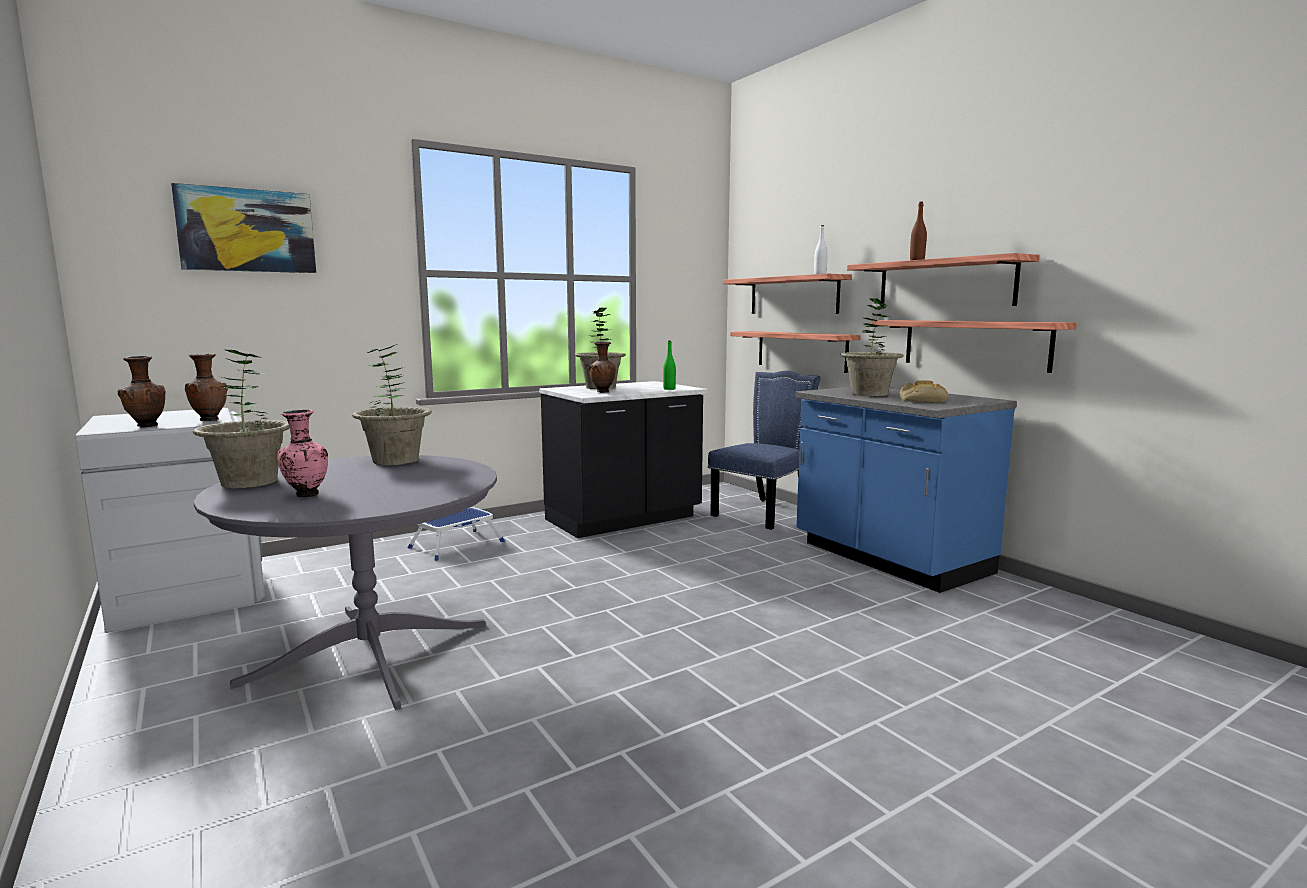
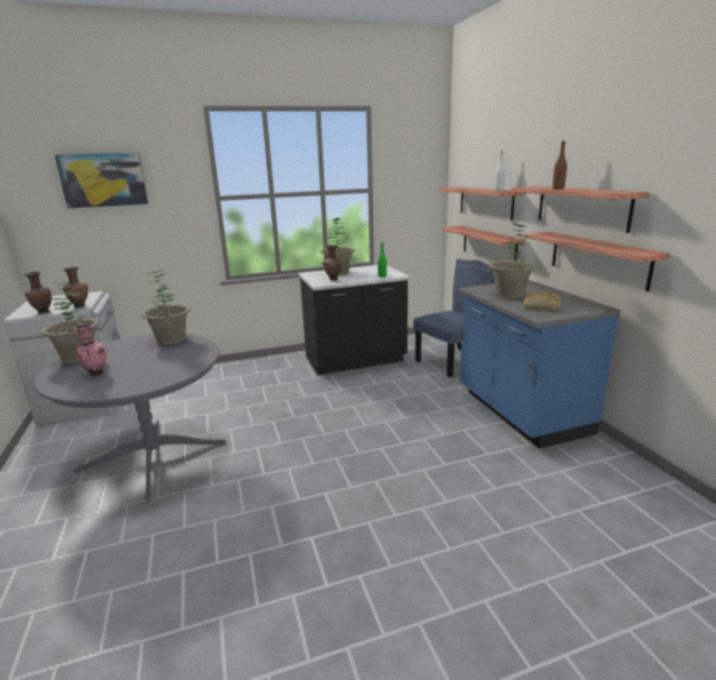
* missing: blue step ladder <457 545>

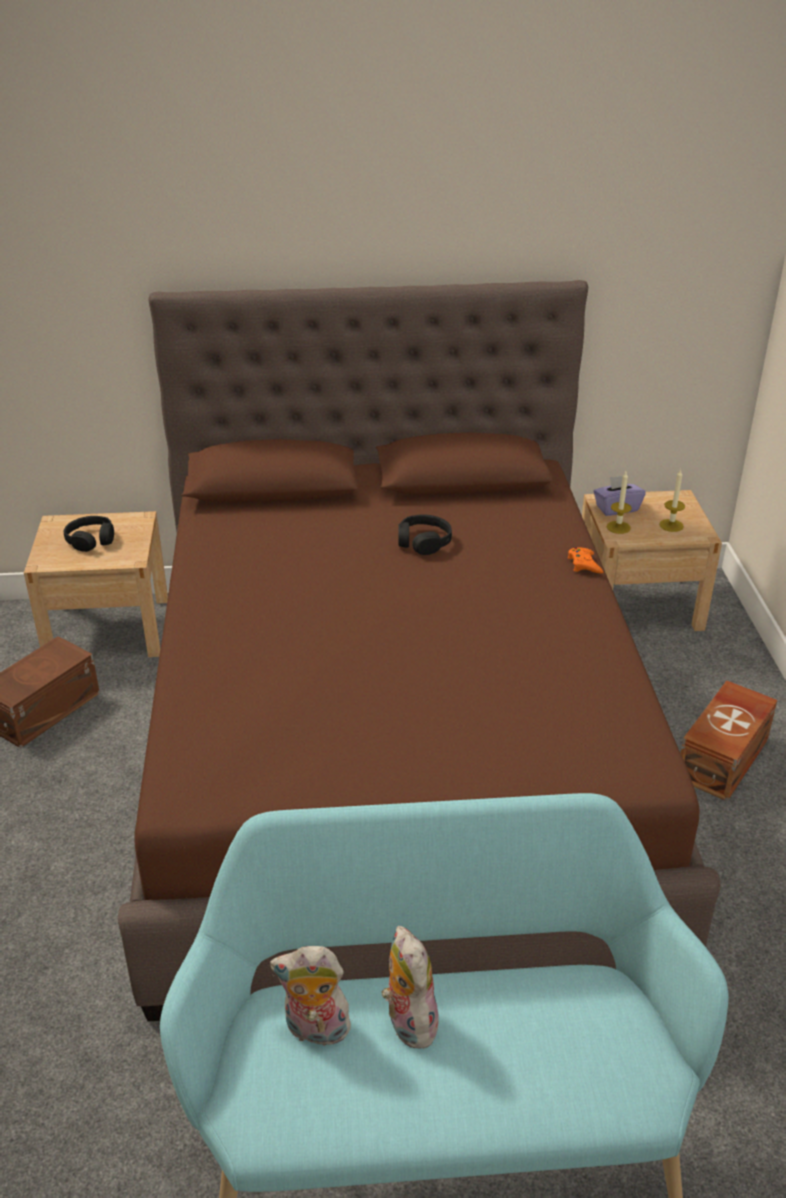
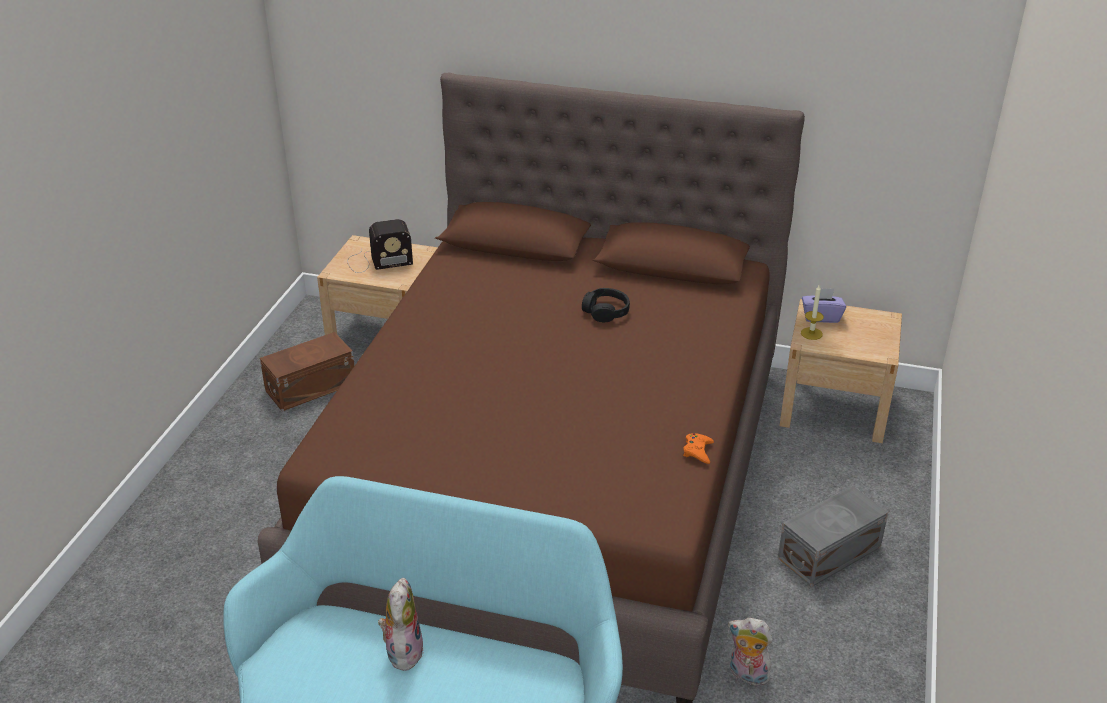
* missing: wax light <671 525>
* relocated: soft toy <315 1030> to <746 675>
* relocated: orangey gamepad <584 564> to <698 451>
* exchanged: blackish headset <91 540> to radio receiver <377 261>
* colour: brownish storage box <724 758> to greyish storage box <831 553>

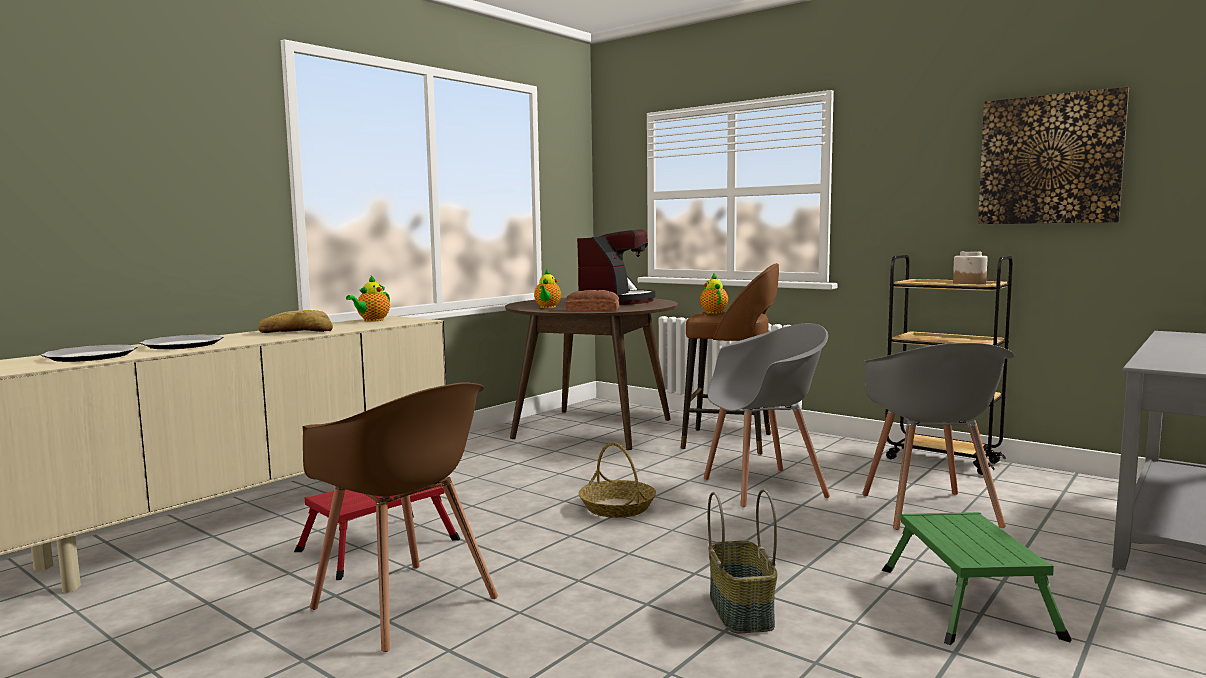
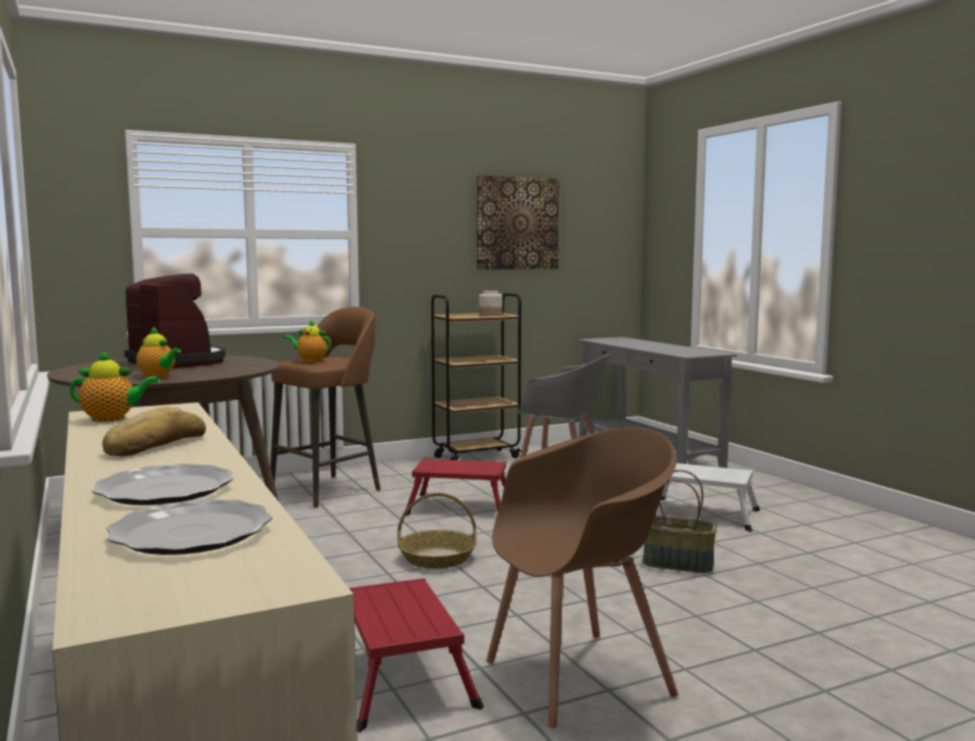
* missing: baked bread <592 309>
* exchanged: greyish plain chair <765 488> to red step ladder <461 507>
* colour: green step ladder <968 602> to white step ladder <703 514>
* spun: teapot <372 320> = <112 419> 60 degrees counterclockwise

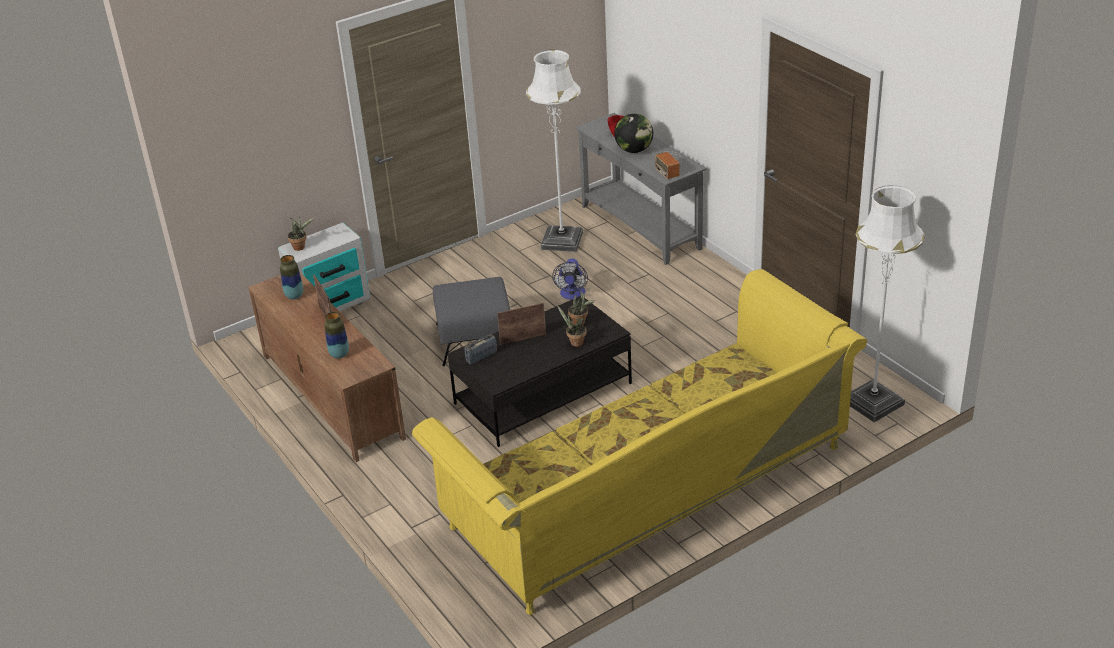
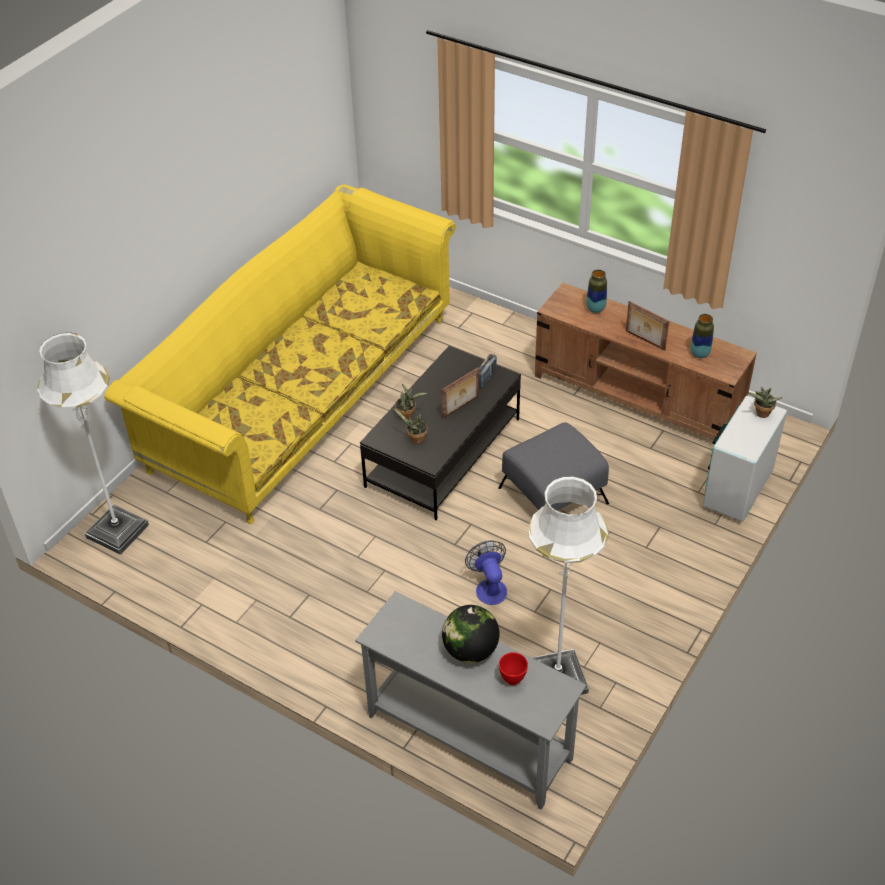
* missing: radio receiver <669 164>

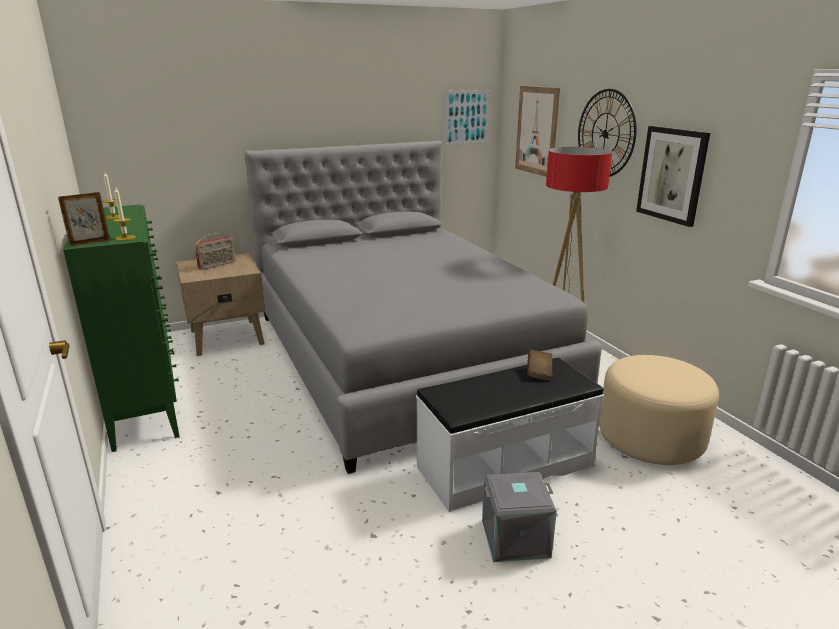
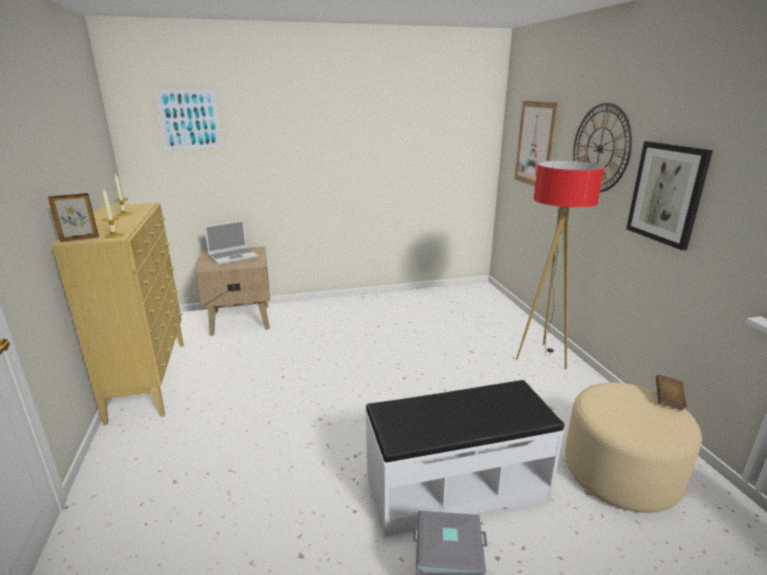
* missing: greyish bed <403 356>
* relocated: picture <466 117> to <189 120>
* relocated: brownish book <539 373> to <668 400>
* exchanged: radio receiver <217 265> to notebook computer <233 257>
* colour: green chest of drawers <146 403> to sand-coloured chest of drawers <151 379>

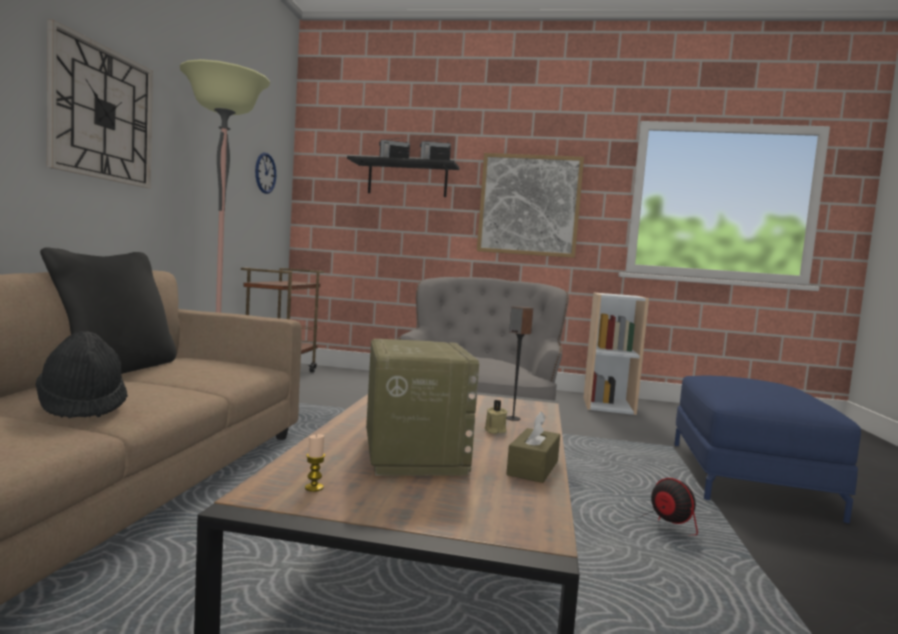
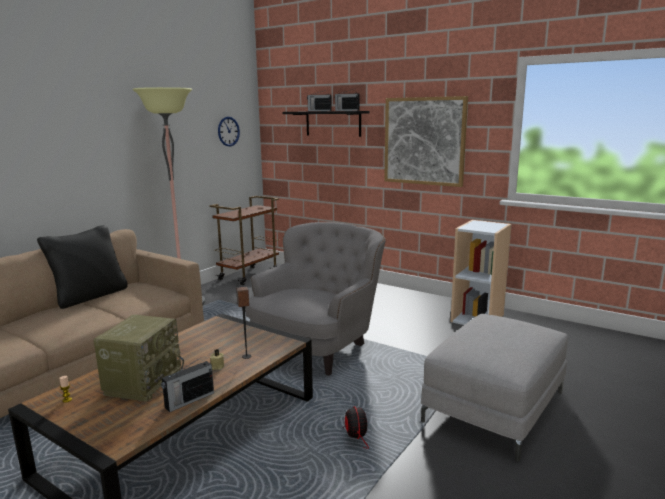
* missing: blackish hat <82 406>
* missing: hanging clock <102 114>
* exchanged: brownish tissue holder <533 468> to radio receiver <189 400>
* colour: blue pouffe <749 478> to greyish pouffe <495 407>

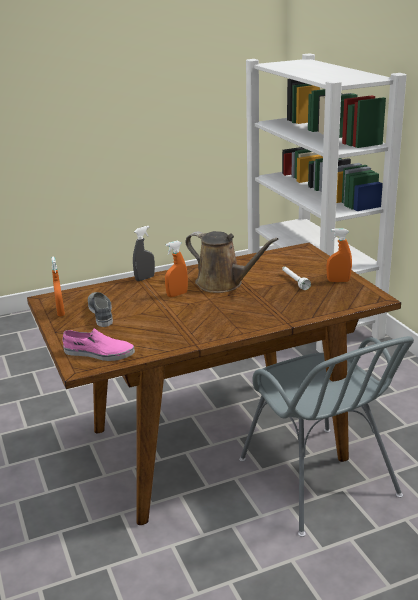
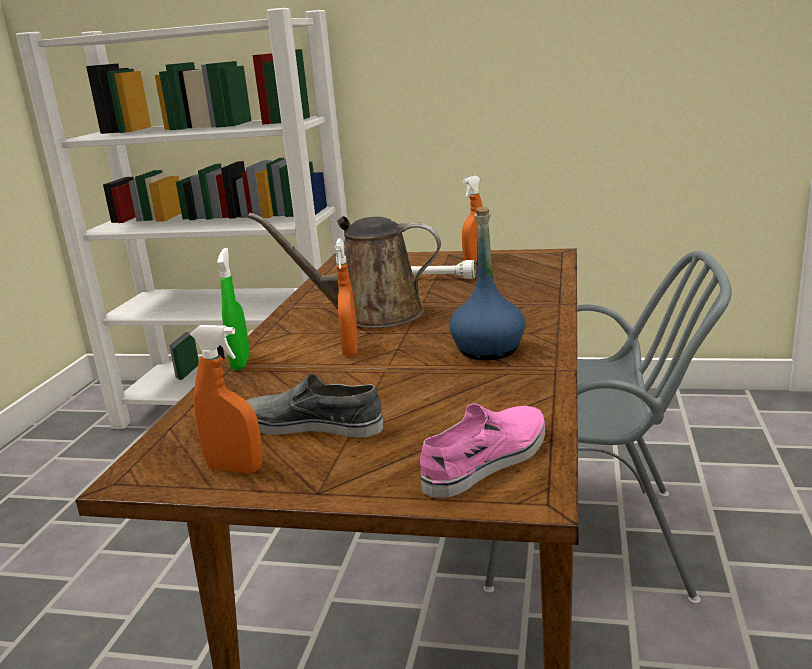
* appeared: blue drink bottle <488 350>
* colour: greyish sprayer <145 278> to green sprayer <240 362>
* spun: brownish watering can <223 284> = <370 315> 150 degrees counterclockwise

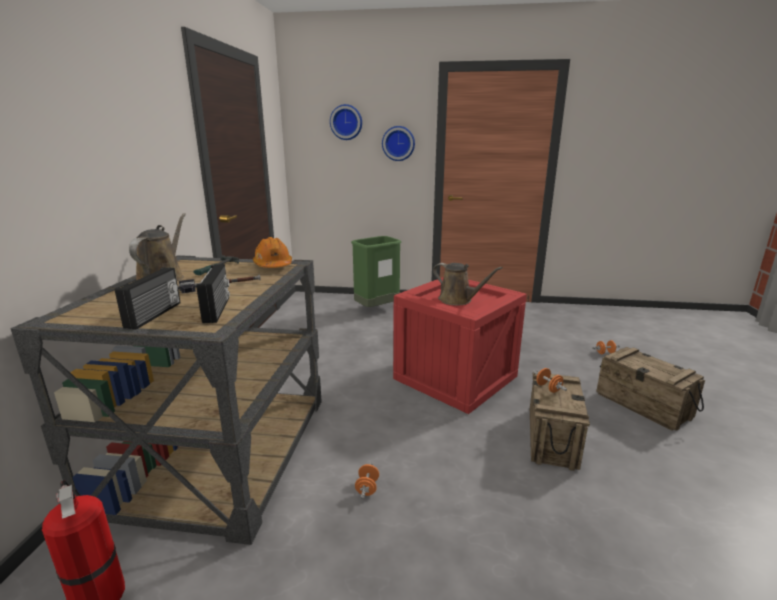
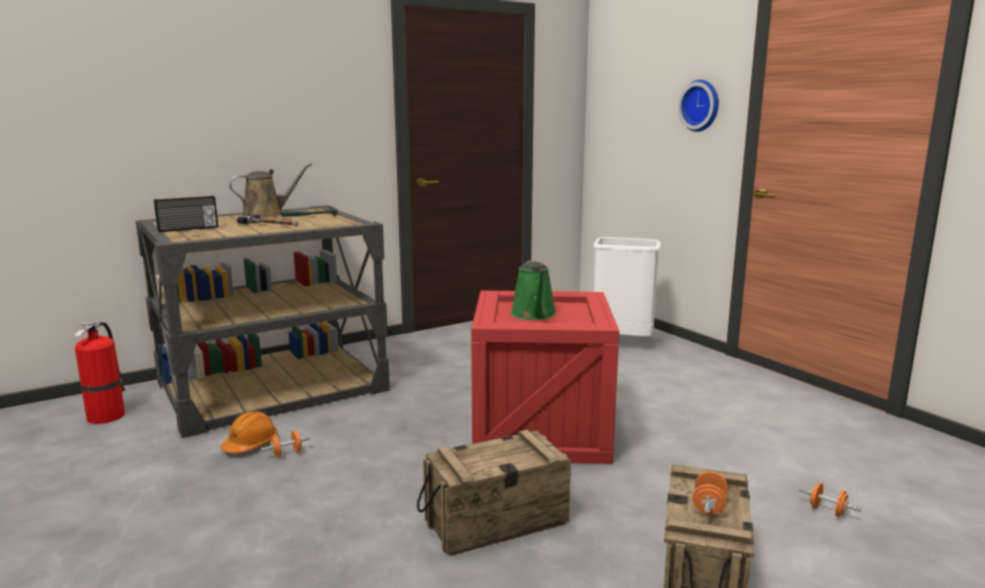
* missing: radio receiver <218 309>
* missing: hanging clock <346 122>
* relocated: orangey work helmet <273 265> to <251 444>
* relocated: orangey dumbbell <548 388> to <709 507>
* colour: green rubbish bin <377 309> to white rubbish bin <622 343>
* colour: brownish watering can <458 300> to green watering can <534 315>

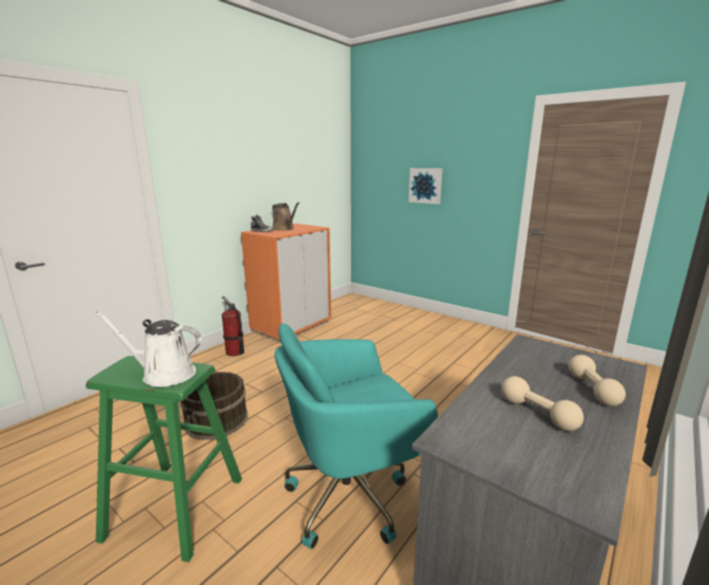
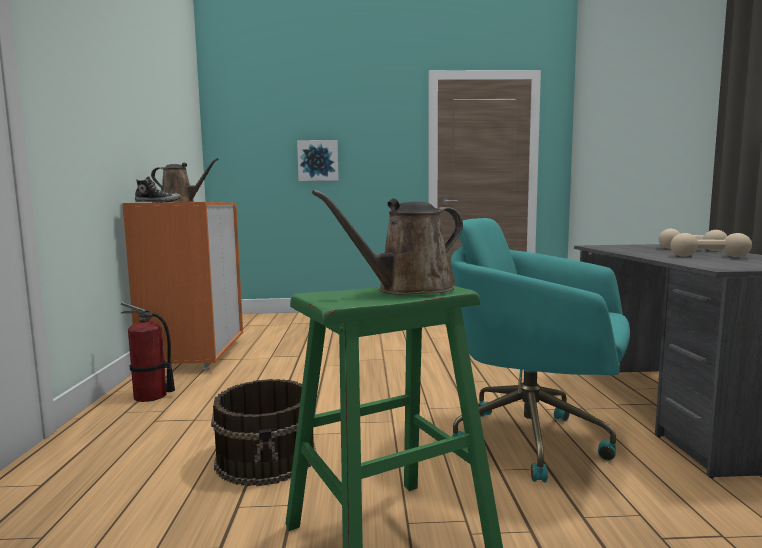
* colour: white watering can <164 374> to brownish watering can <408 290>
* spun: turquoise office chair <352 497> = <536 443> 90 degrees clockwise

